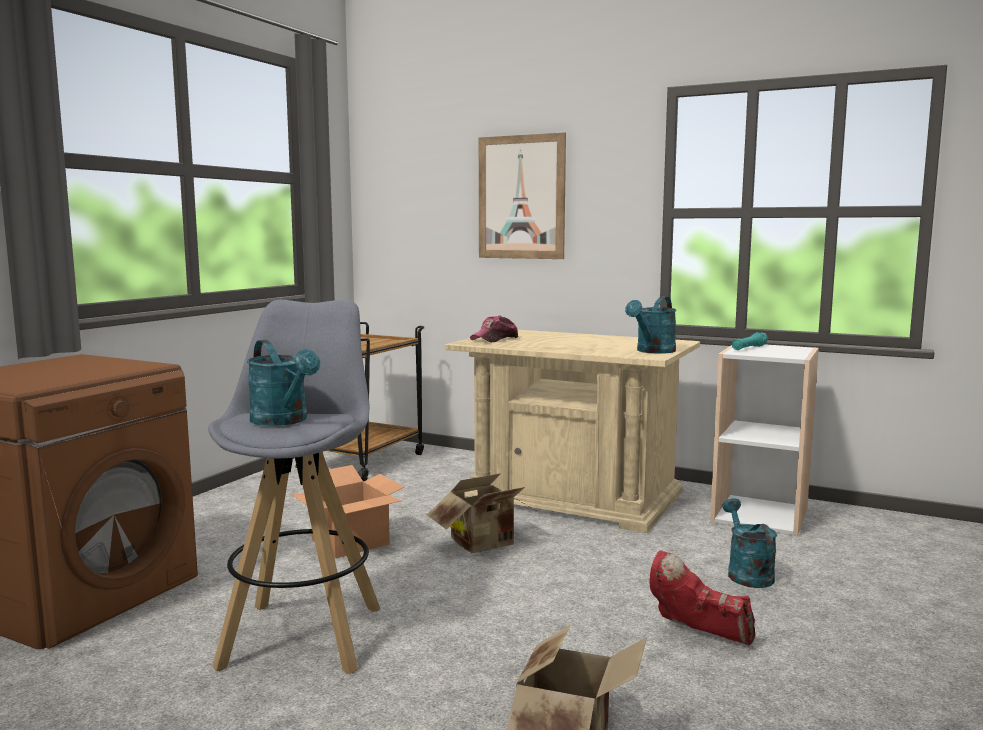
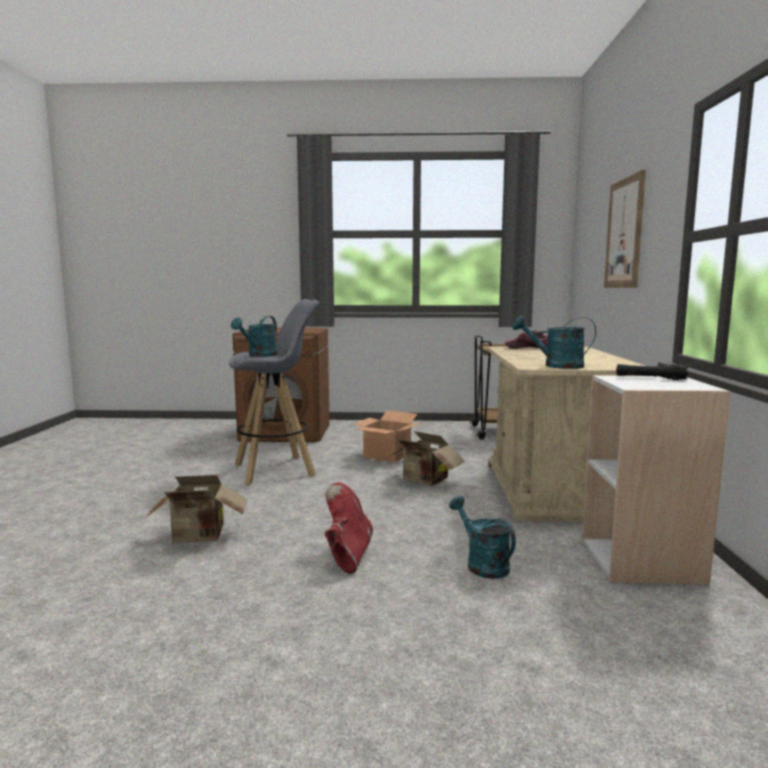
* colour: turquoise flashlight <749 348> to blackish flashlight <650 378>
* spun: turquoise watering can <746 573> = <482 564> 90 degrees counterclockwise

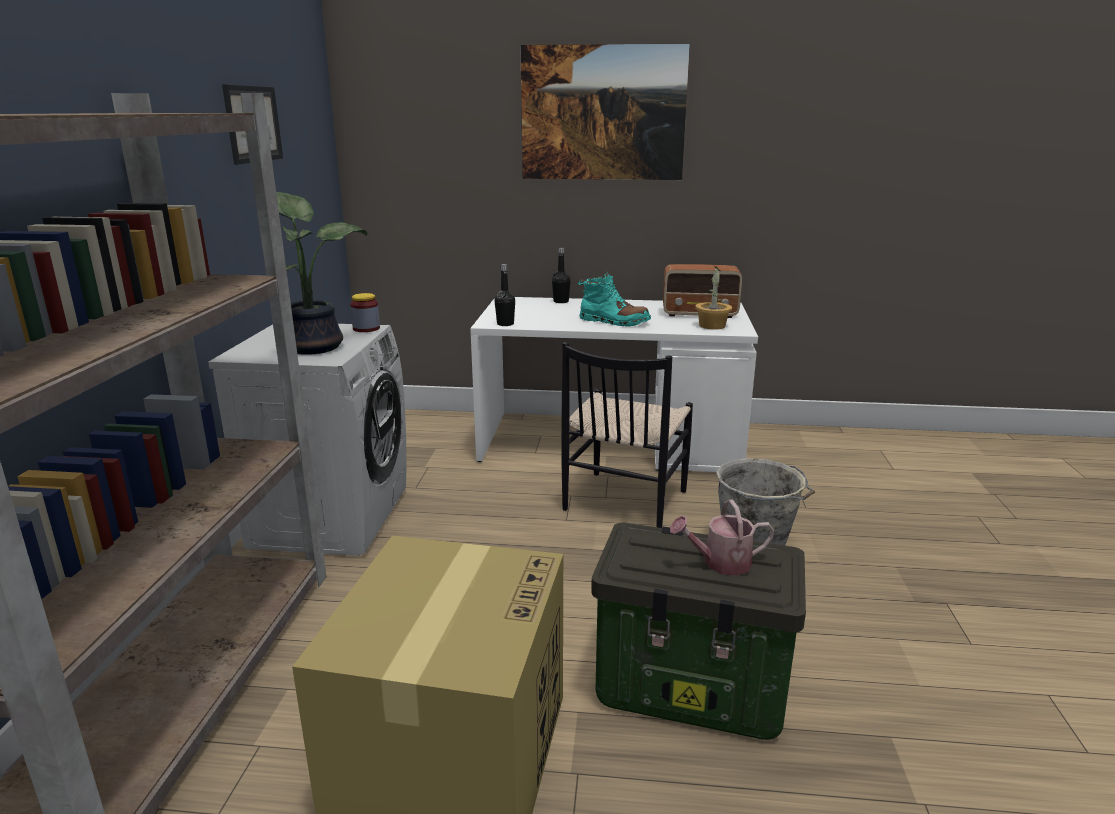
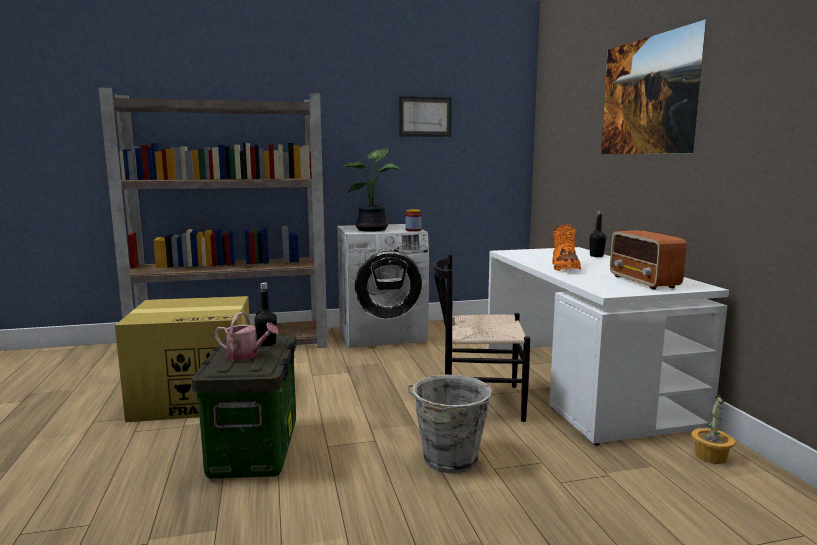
* relocated: blackish drink bottle <505 324> to <266 343>
* relocated: plant in a pot <711 326> to <710 456>
* colour: turquoise high-top boot <613 321> to orangey high-top boot <564 267>
* spun: watering can <720 563> = <246 355> 135 degrees clockwise

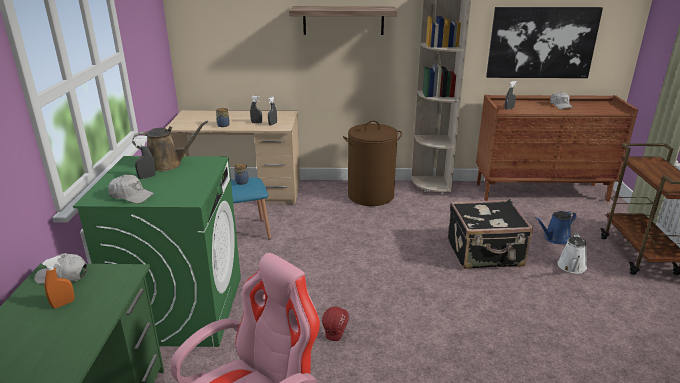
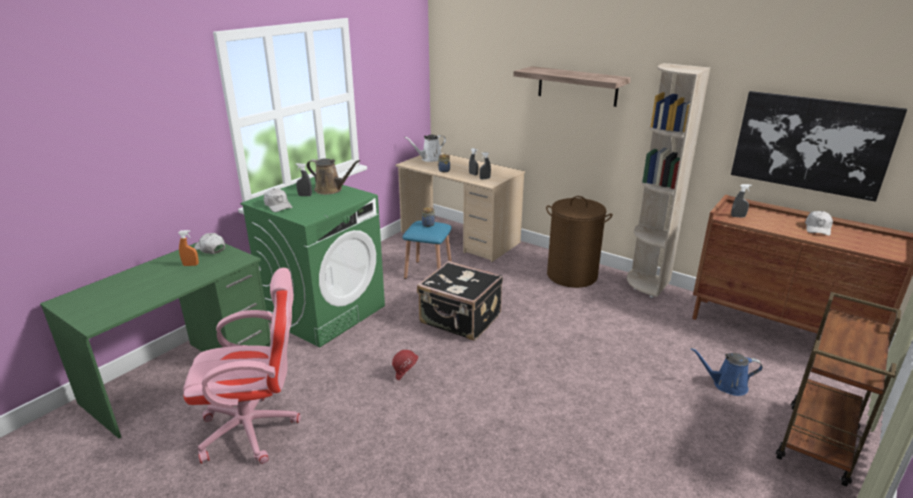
* relocated: blackish suitcase <485 254> to <460 320>
* relocated: white watering can <572 267> to <430 159>

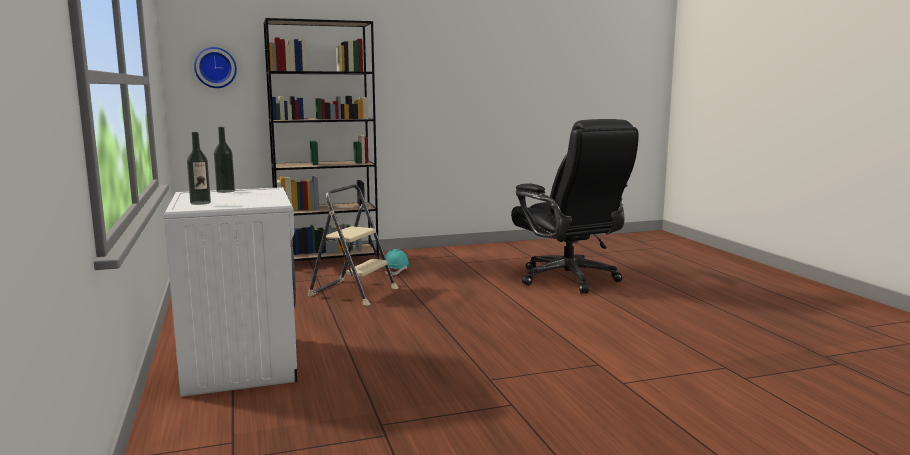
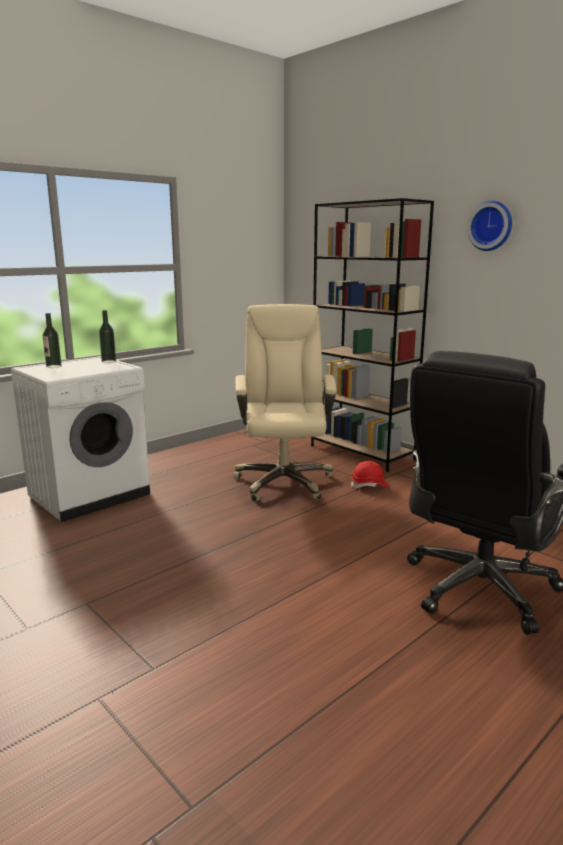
* relocated: hanging clock <215 67> to <491 226>
* exchanged: sand-coloured step ladder <351 291> to sand-coloured office chair <284 484>
* colour: turquoise work helmet <396 271> to red work helmet <369 486>

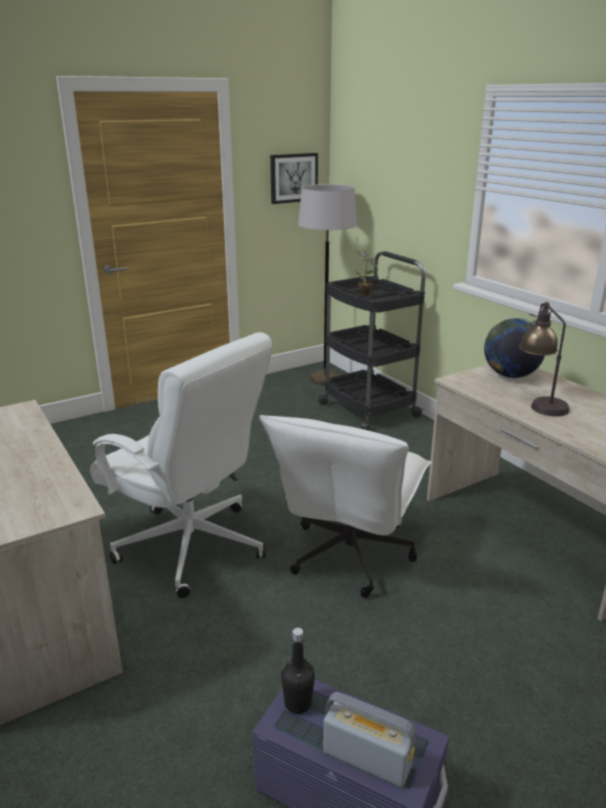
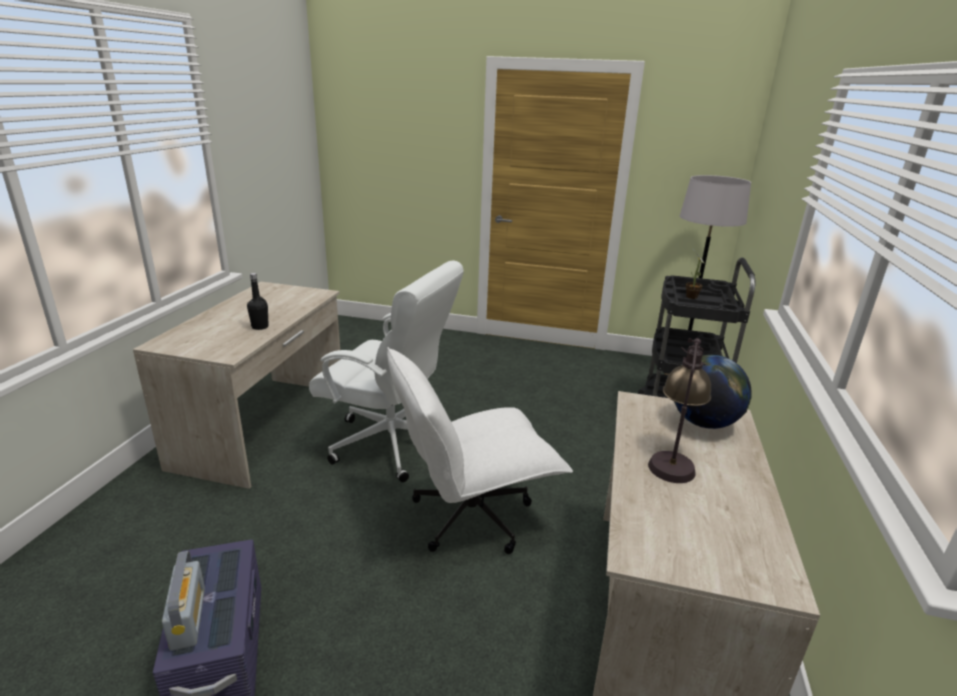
* missing: picture <293 178>
* relocated: blackish drink bottle <298 703> to <260 327>
* spun: white office chair <191 544> = <391 442> 60 degrees counterclockwise

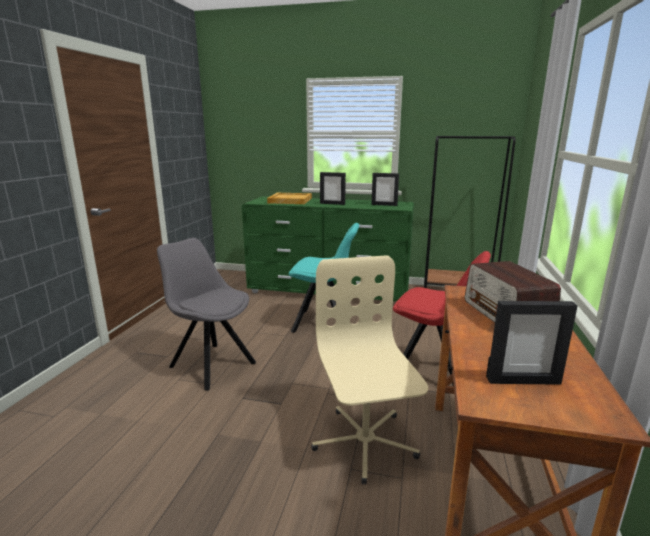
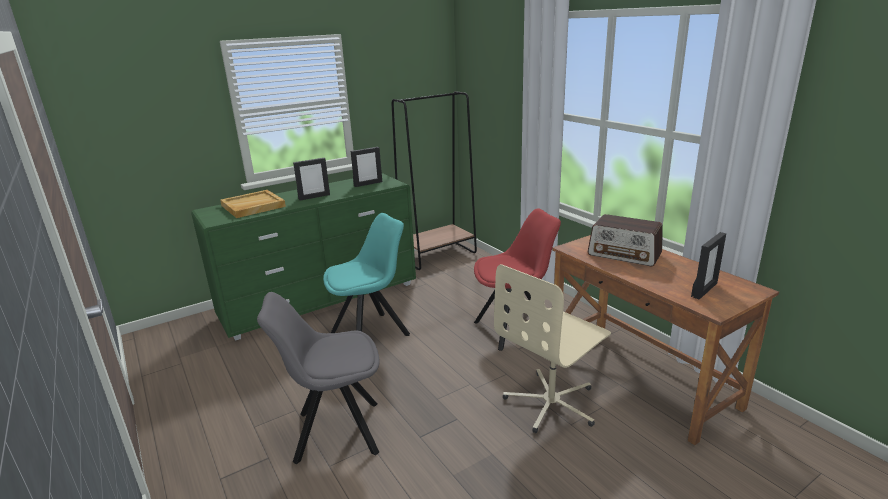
* spun: sand-coloured office chair <364 442> = <552 403> 75 degrees counterclockwise

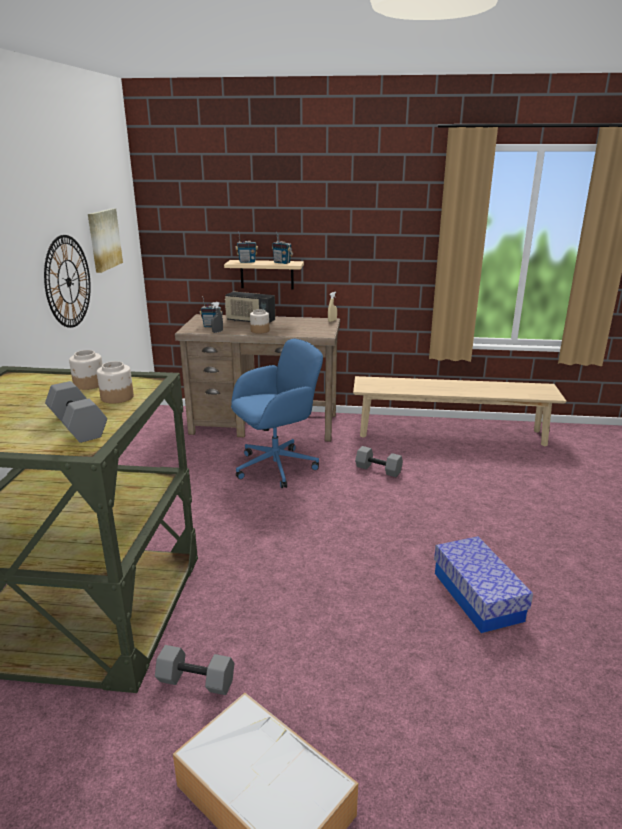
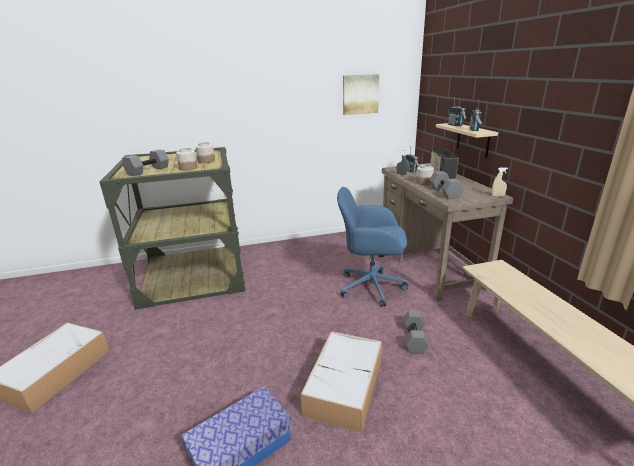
* missing: hanging clock <68 281>
* appeared: storage box <344 388>
* relocated: greyish dumbbell <195 682> to <444 192>
* spun: blue office chair <277 467> = <370 287> 150 degrees clockwise

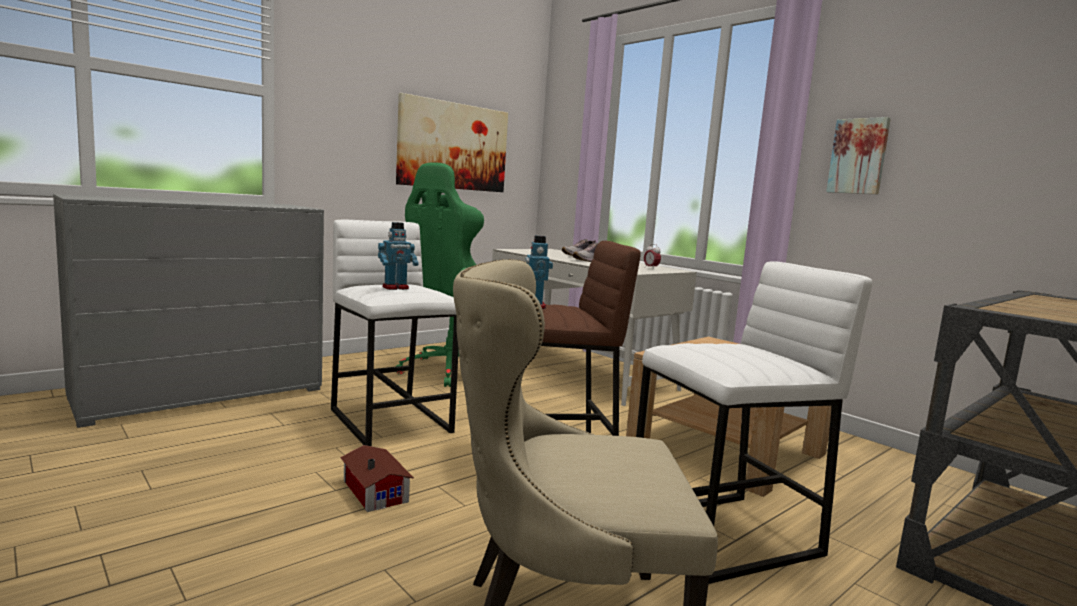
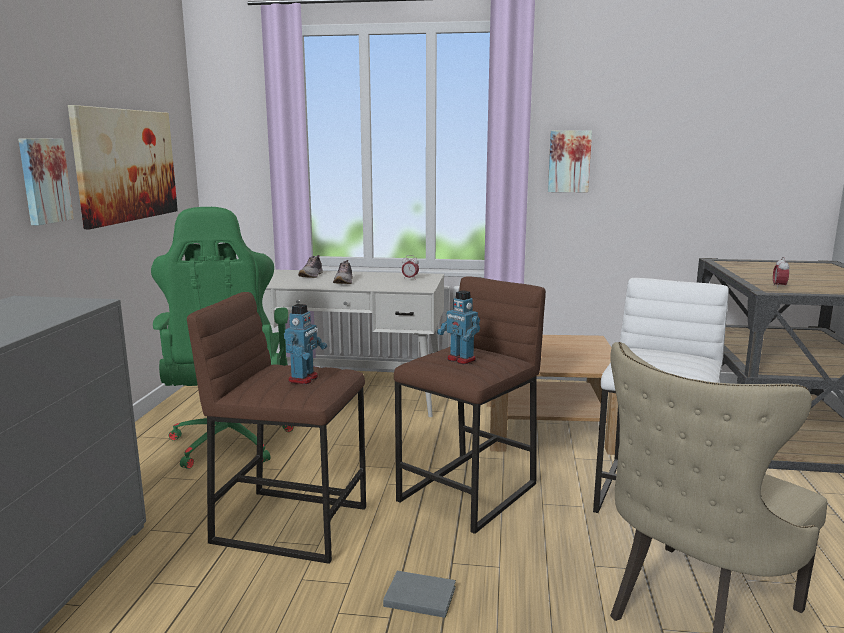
* appeared: picture <43 181>
* appeared: bedside clock <779 287>
* exchanged: model house <376 489> to greyish book <418 595>
* colour: white stool <390 420> to brownish stool <290 524>

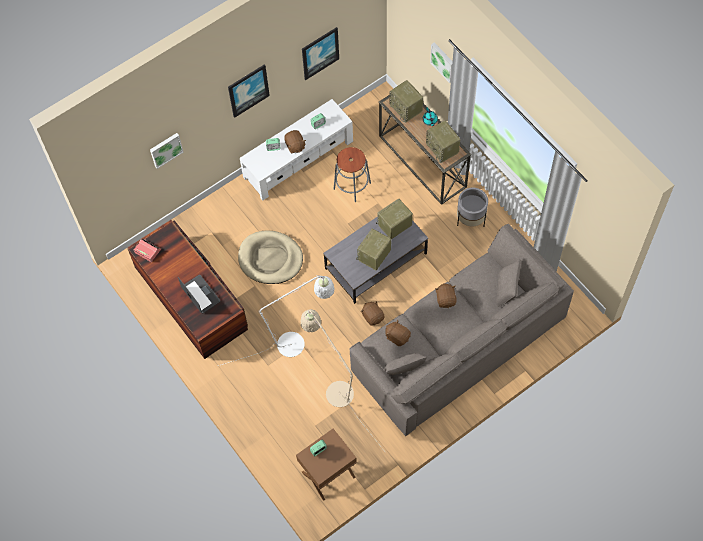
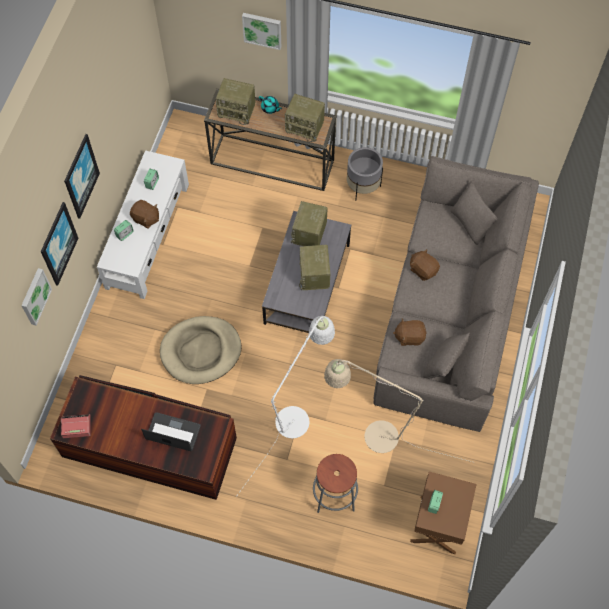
* missing: brownish soft toy <373 316>
* relocated: picture <320 53> to <58 244>
* relocated: greyish stool <352 186> to <334 494>

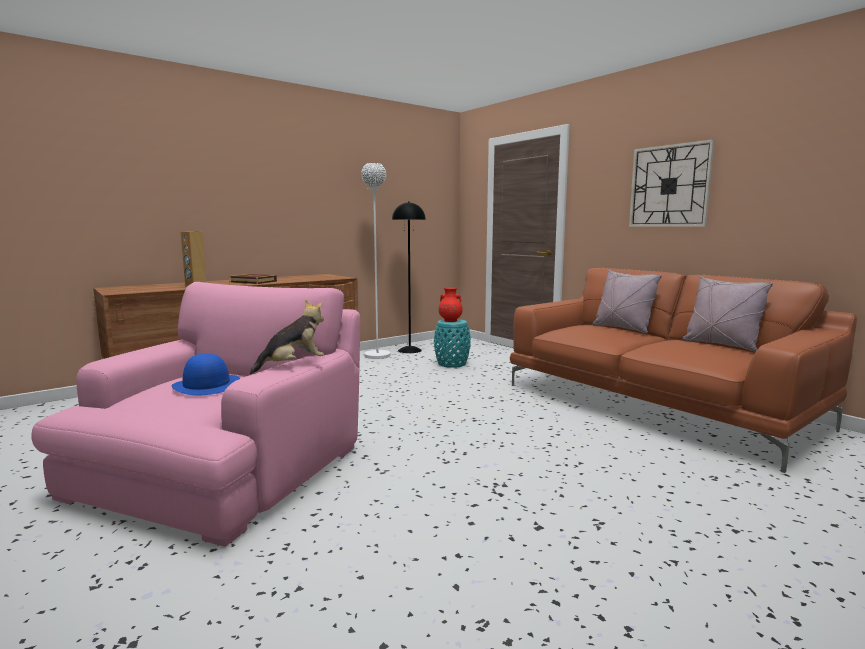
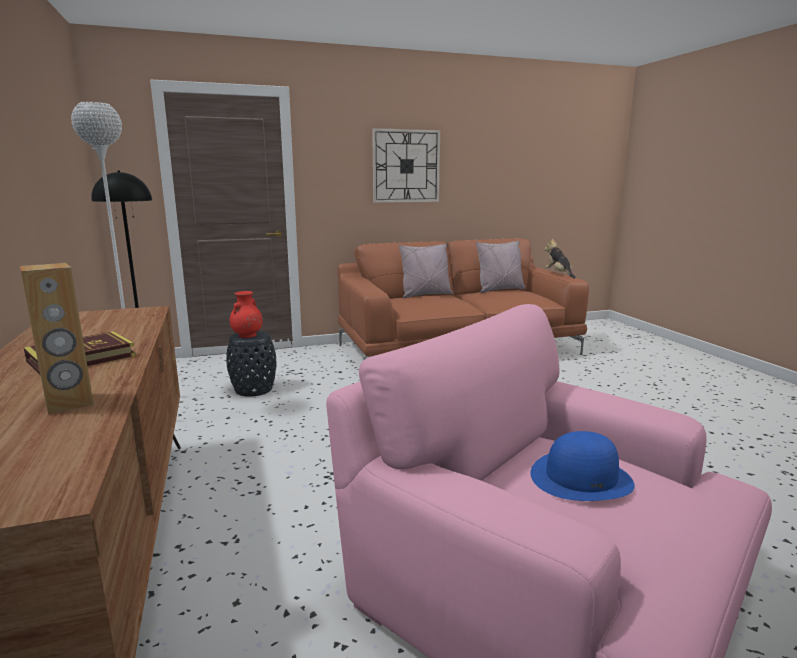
* relocated: soft toy <293 366> to <558 274>
* colour: turquoise stool <451 364> to blackish stool <253 390>

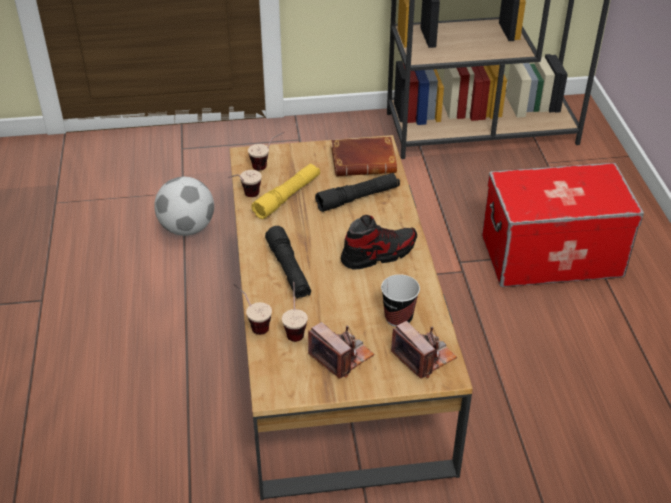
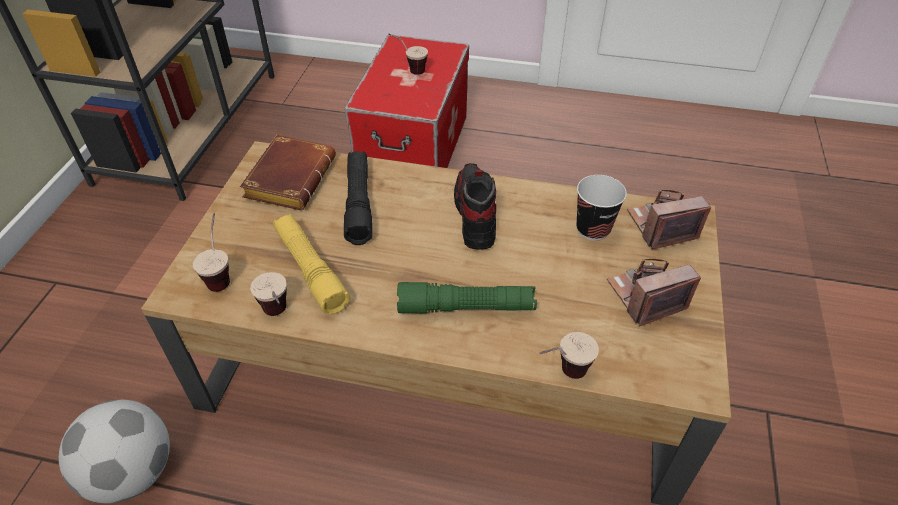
* relocated: drinking cup <295 328> to <409 69>
* colour: blackish flashlight <288 270> to green flashlight <466 307>

